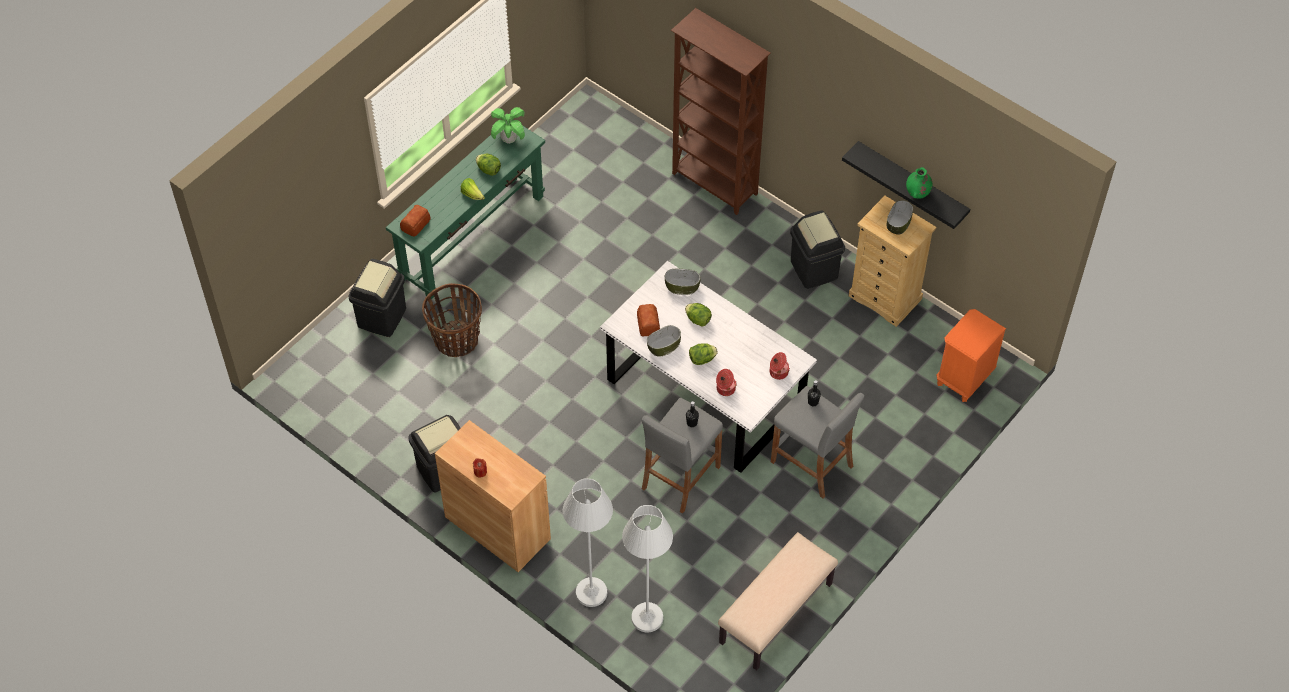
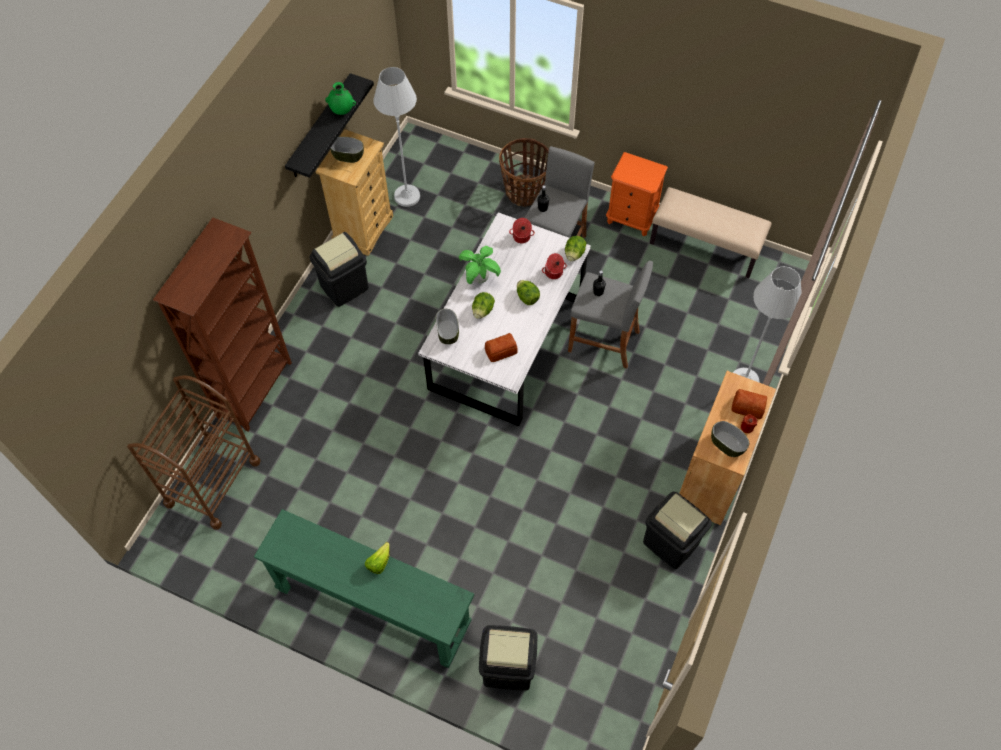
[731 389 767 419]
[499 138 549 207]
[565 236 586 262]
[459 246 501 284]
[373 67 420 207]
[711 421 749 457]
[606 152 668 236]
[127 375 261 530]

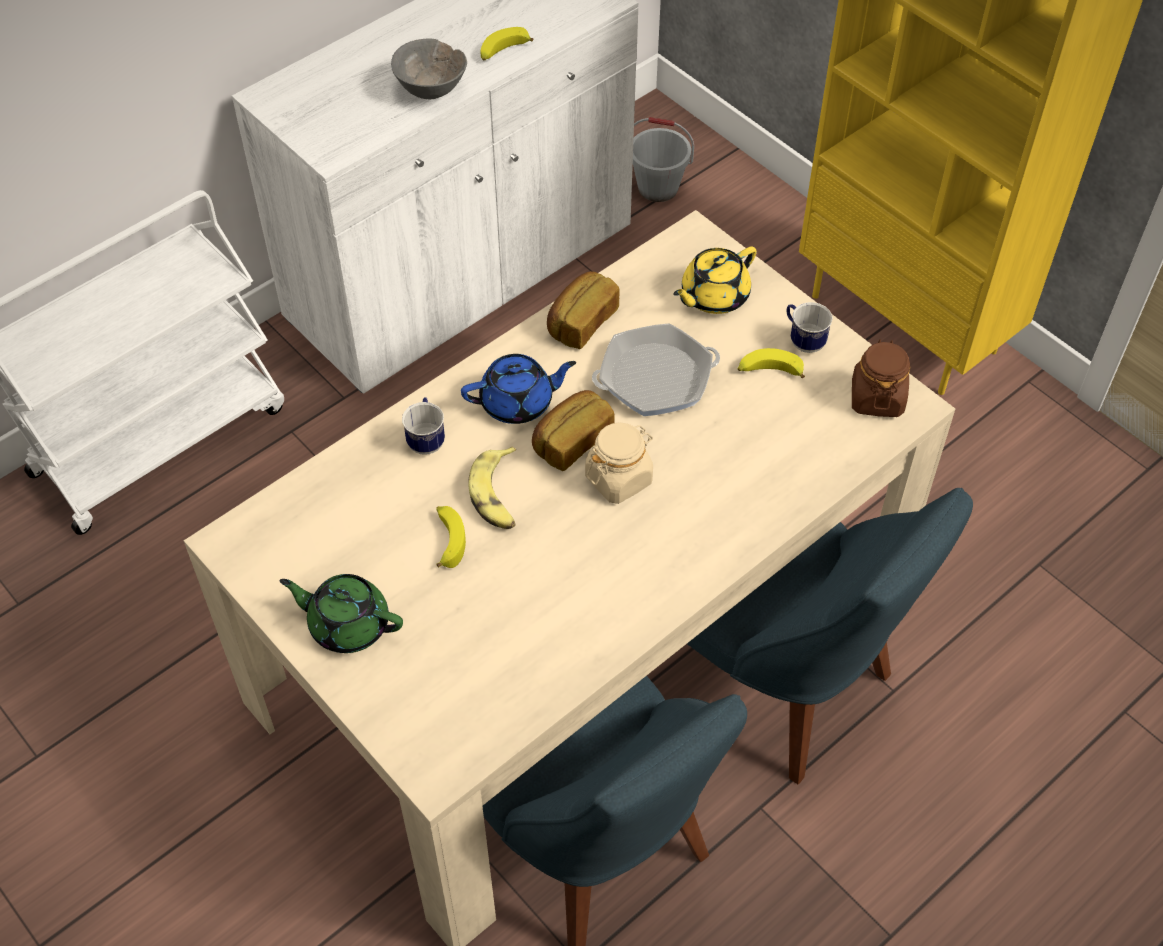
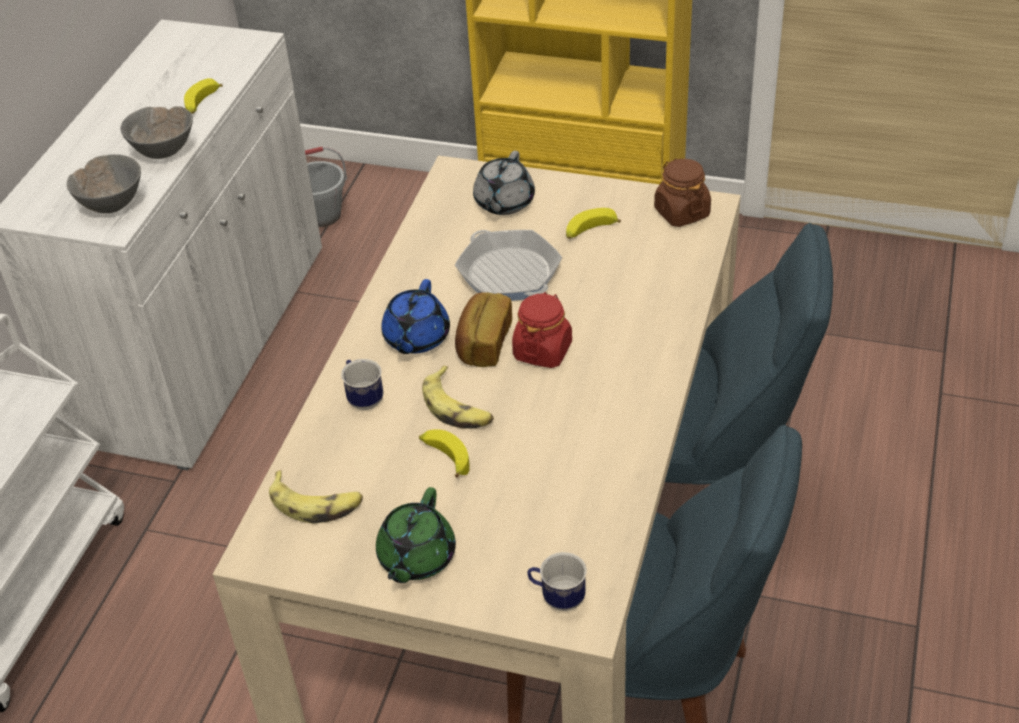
[376 487 456 583]
[381 279 450 354]
[547 271 620 349] (first image)
[512 292 572 368]
[455 230 562 301]
[473 151 535 215]
[527 552 587 611]
[67 154 141 213]
[269 470 363 524]

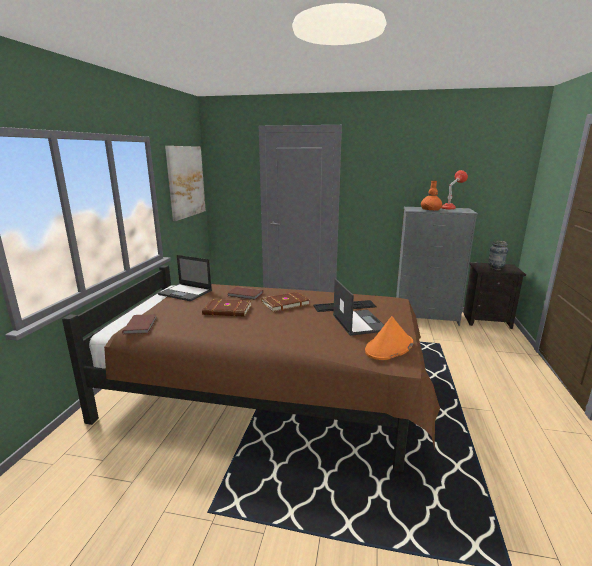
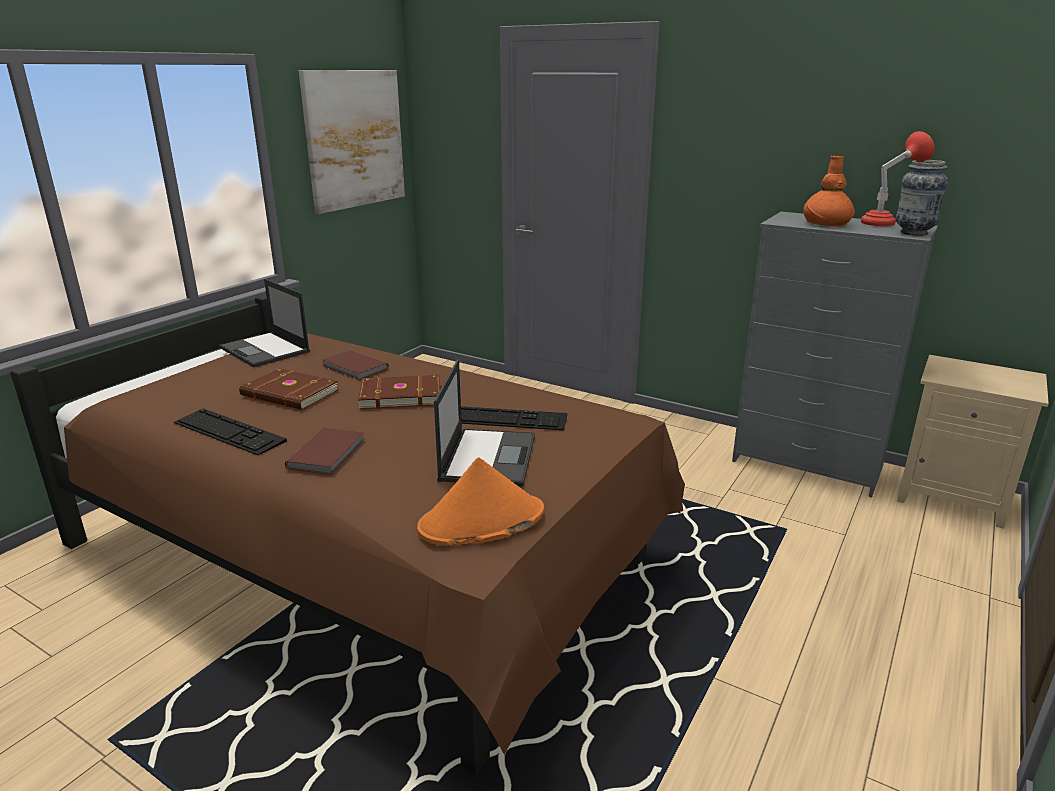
[285 428 365 475]
[897 355 1049 529]
[896 160 949 236]
[174 408 287 455]

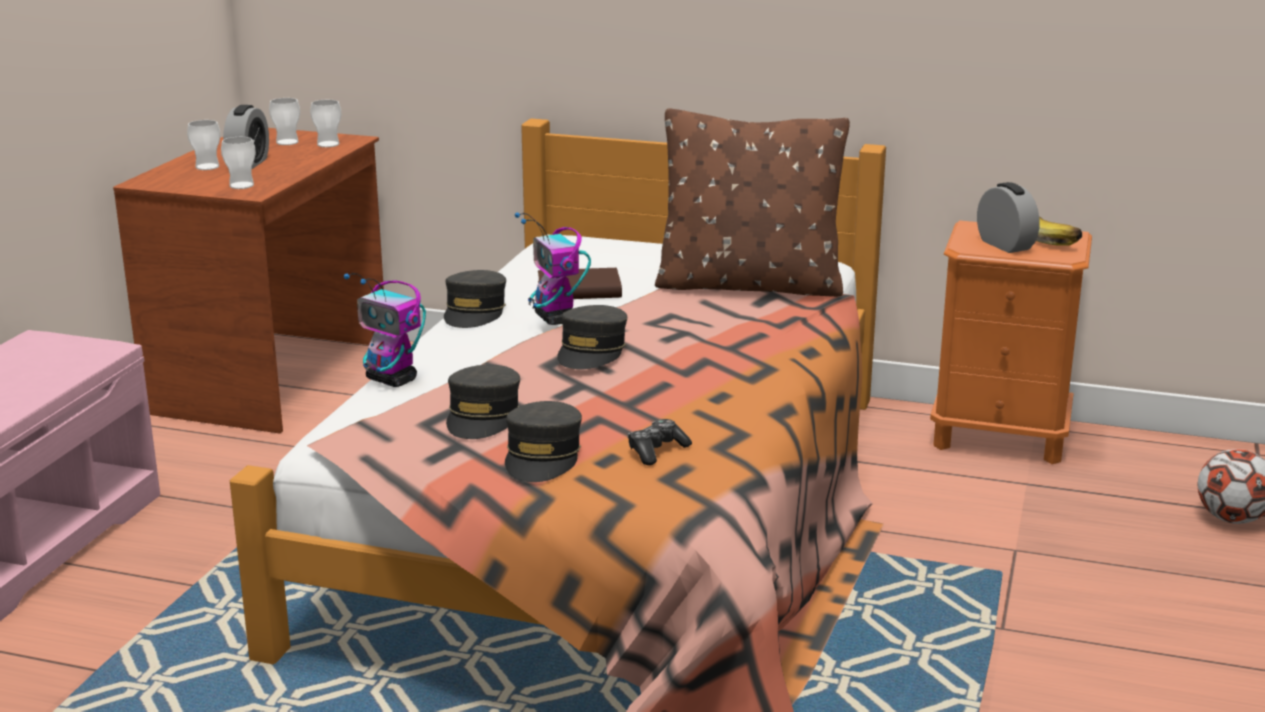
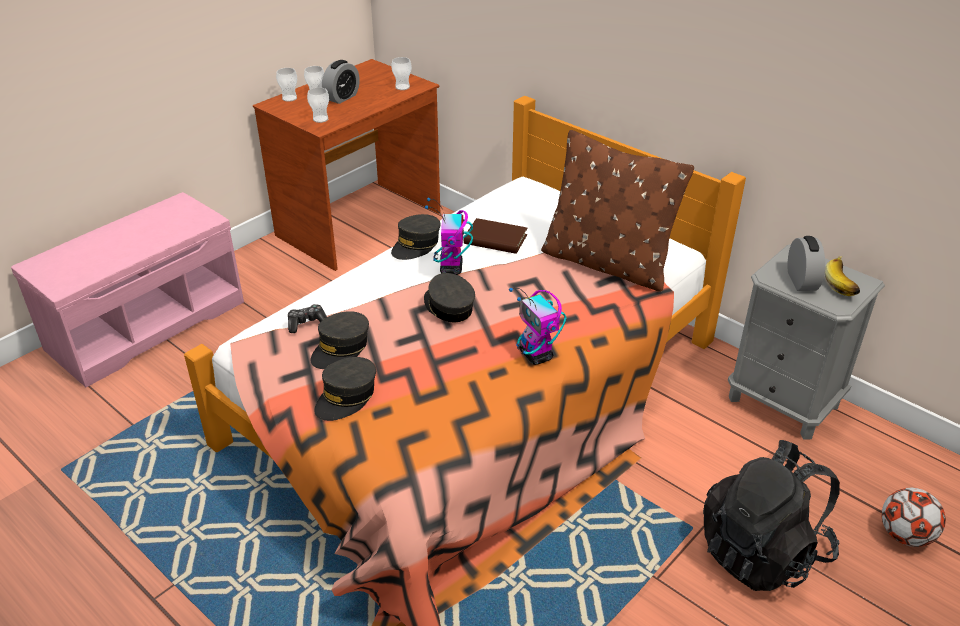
[276 68 297 102]
[509 288 567 365]
[424 273 475 322]
[288 304 327 333]
[728 244 885 440]
[703 440 840 591]

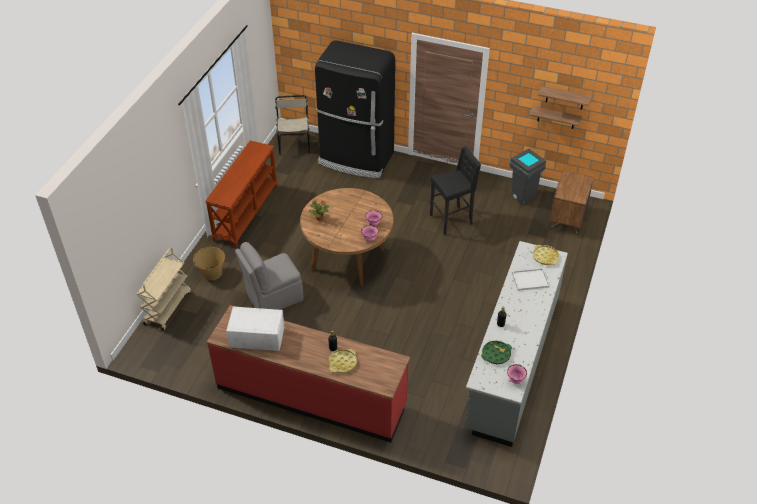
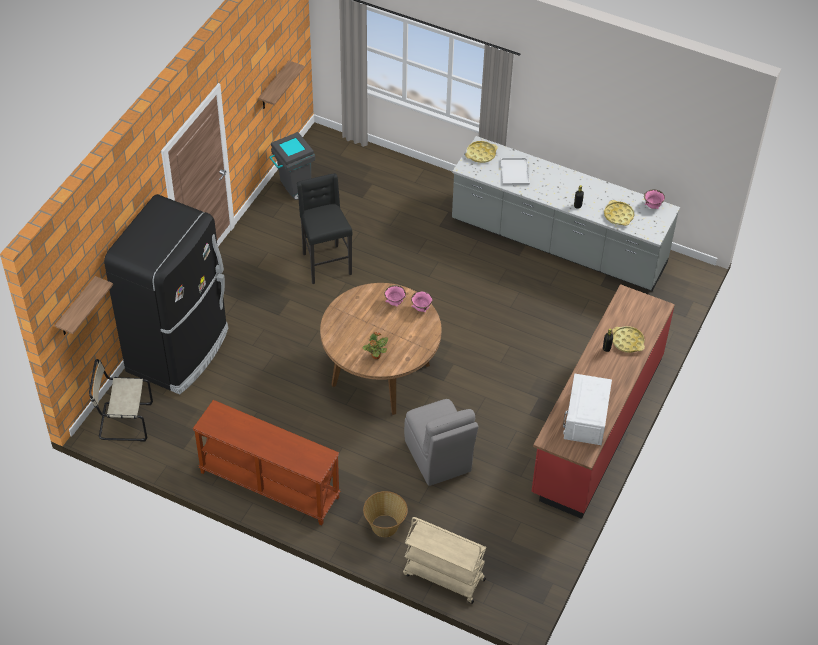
[604 200 634 226]
[55 276 113 335]
[549 170 594 236] (first image)

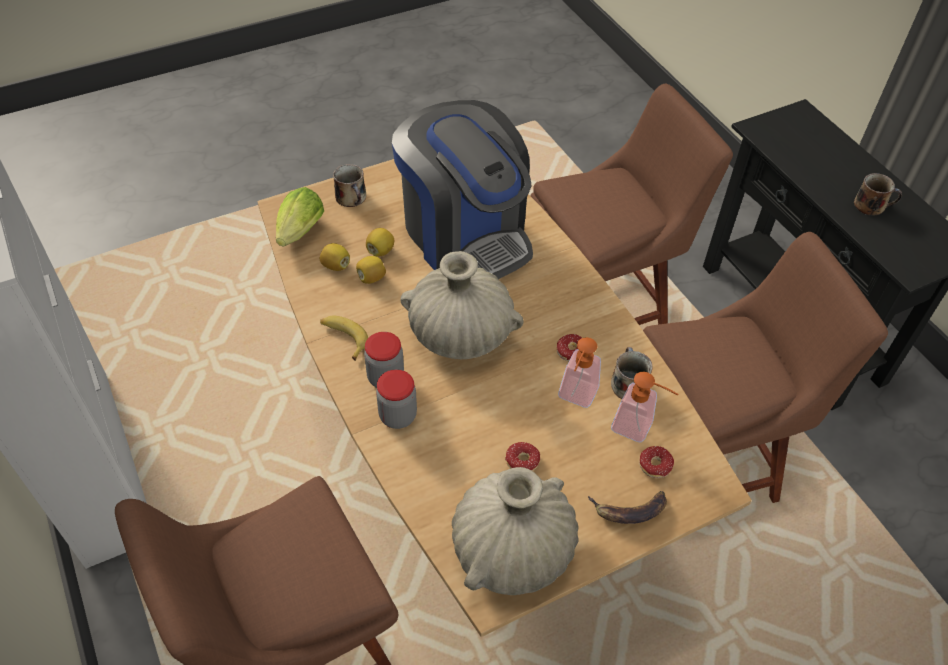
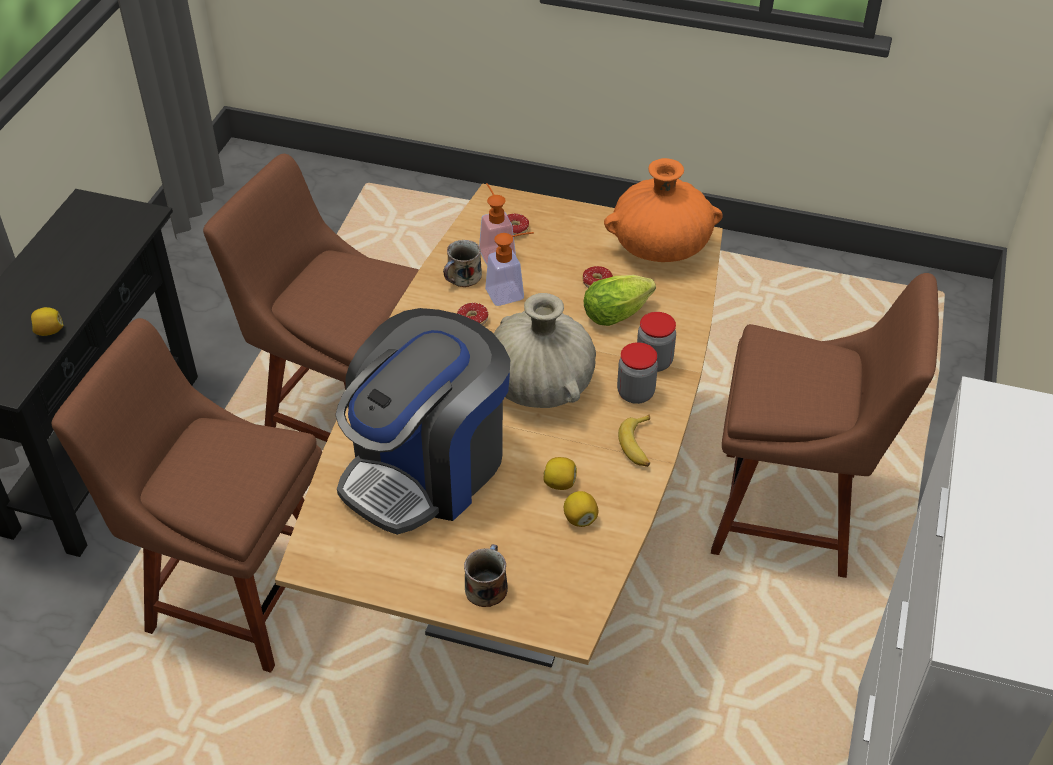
[584 275 656 326]
[31 307 63 336]
[335 308 510 535]
[604 158 723 262]
[588 491 667 524] (first image)
[854 173 902 216] (first image)

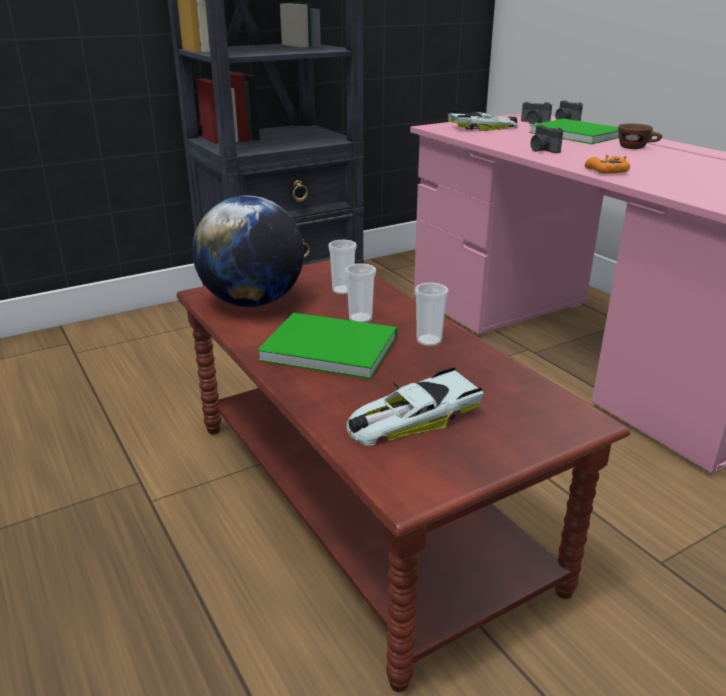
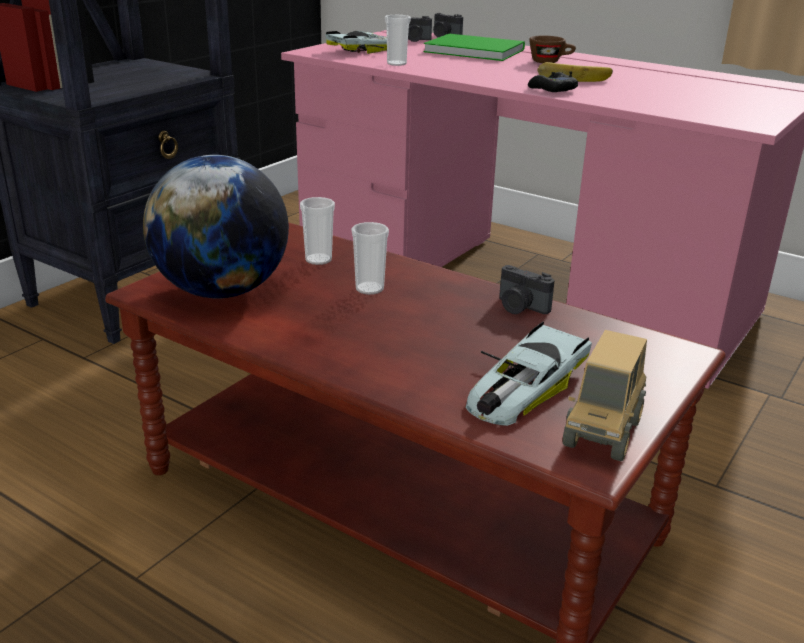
[257 313 397 379] (first image)
[385 15 411 66]
[499 265 555 314]
[528 72 578 92]
[538 62 613 82]
[562 330 647 461]

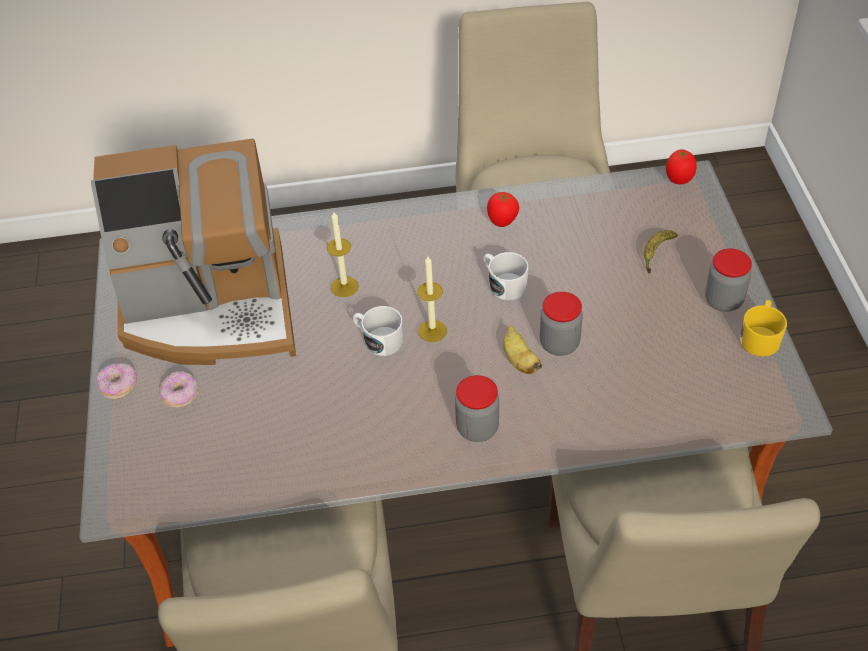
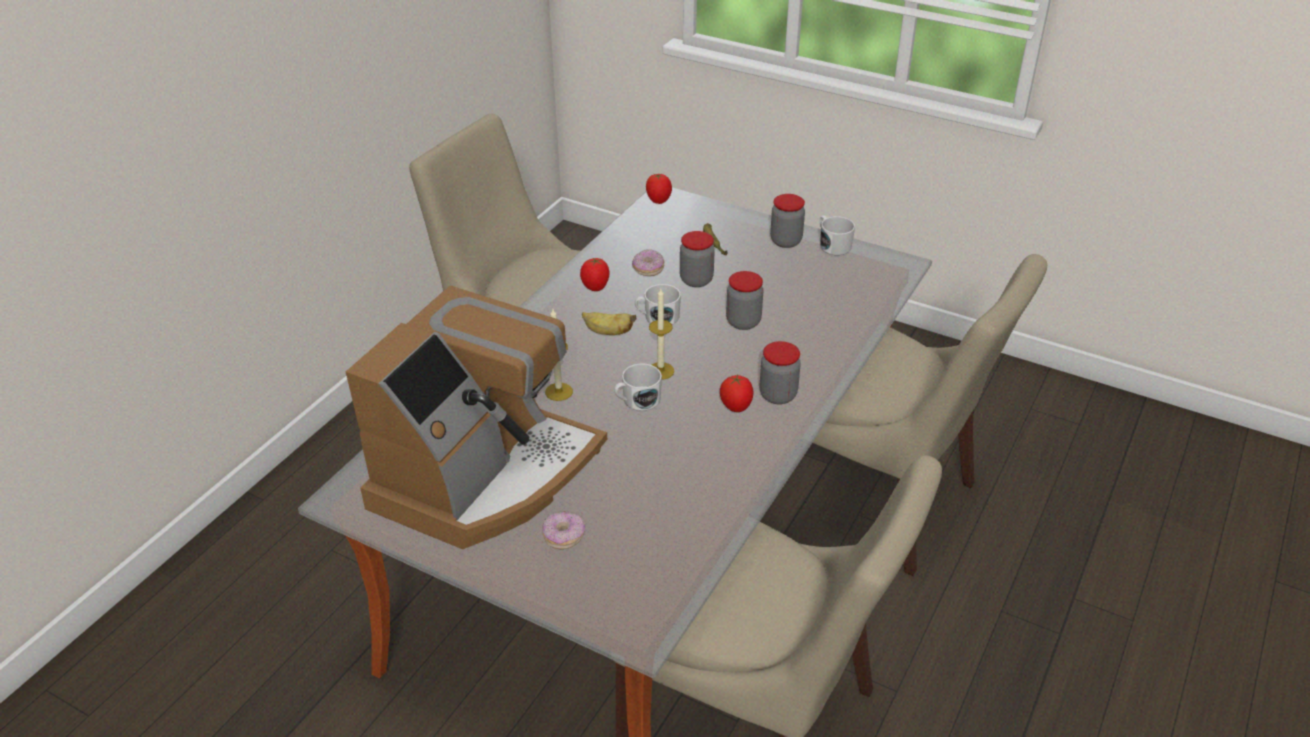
[632 249 664 276]
[582 312 636 335]
[819 215 855 255]
[680 231 715 287]
[720 375 753 412]

